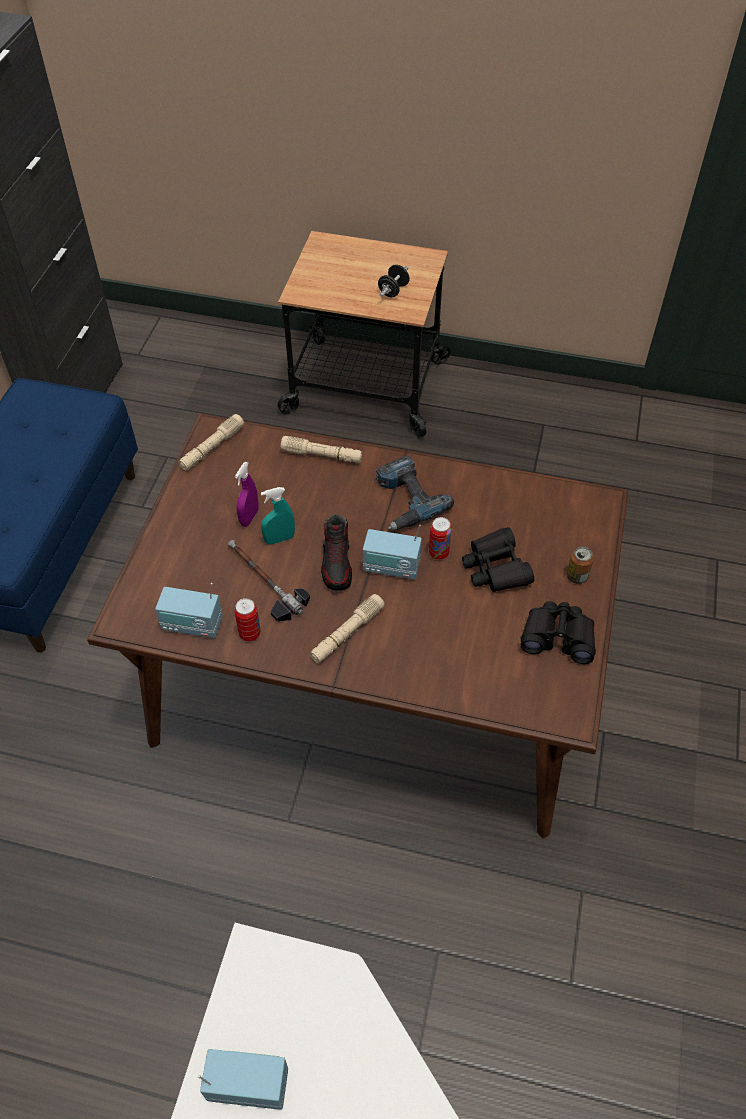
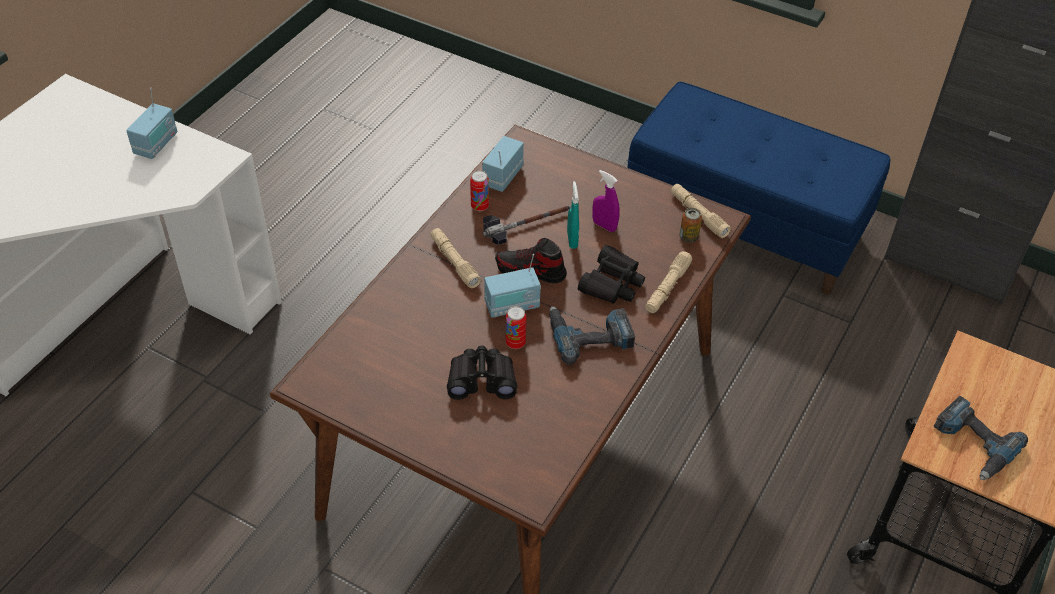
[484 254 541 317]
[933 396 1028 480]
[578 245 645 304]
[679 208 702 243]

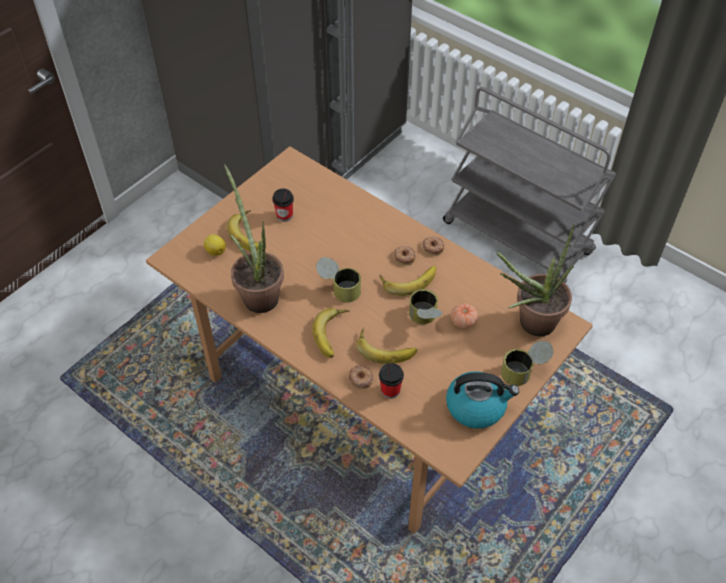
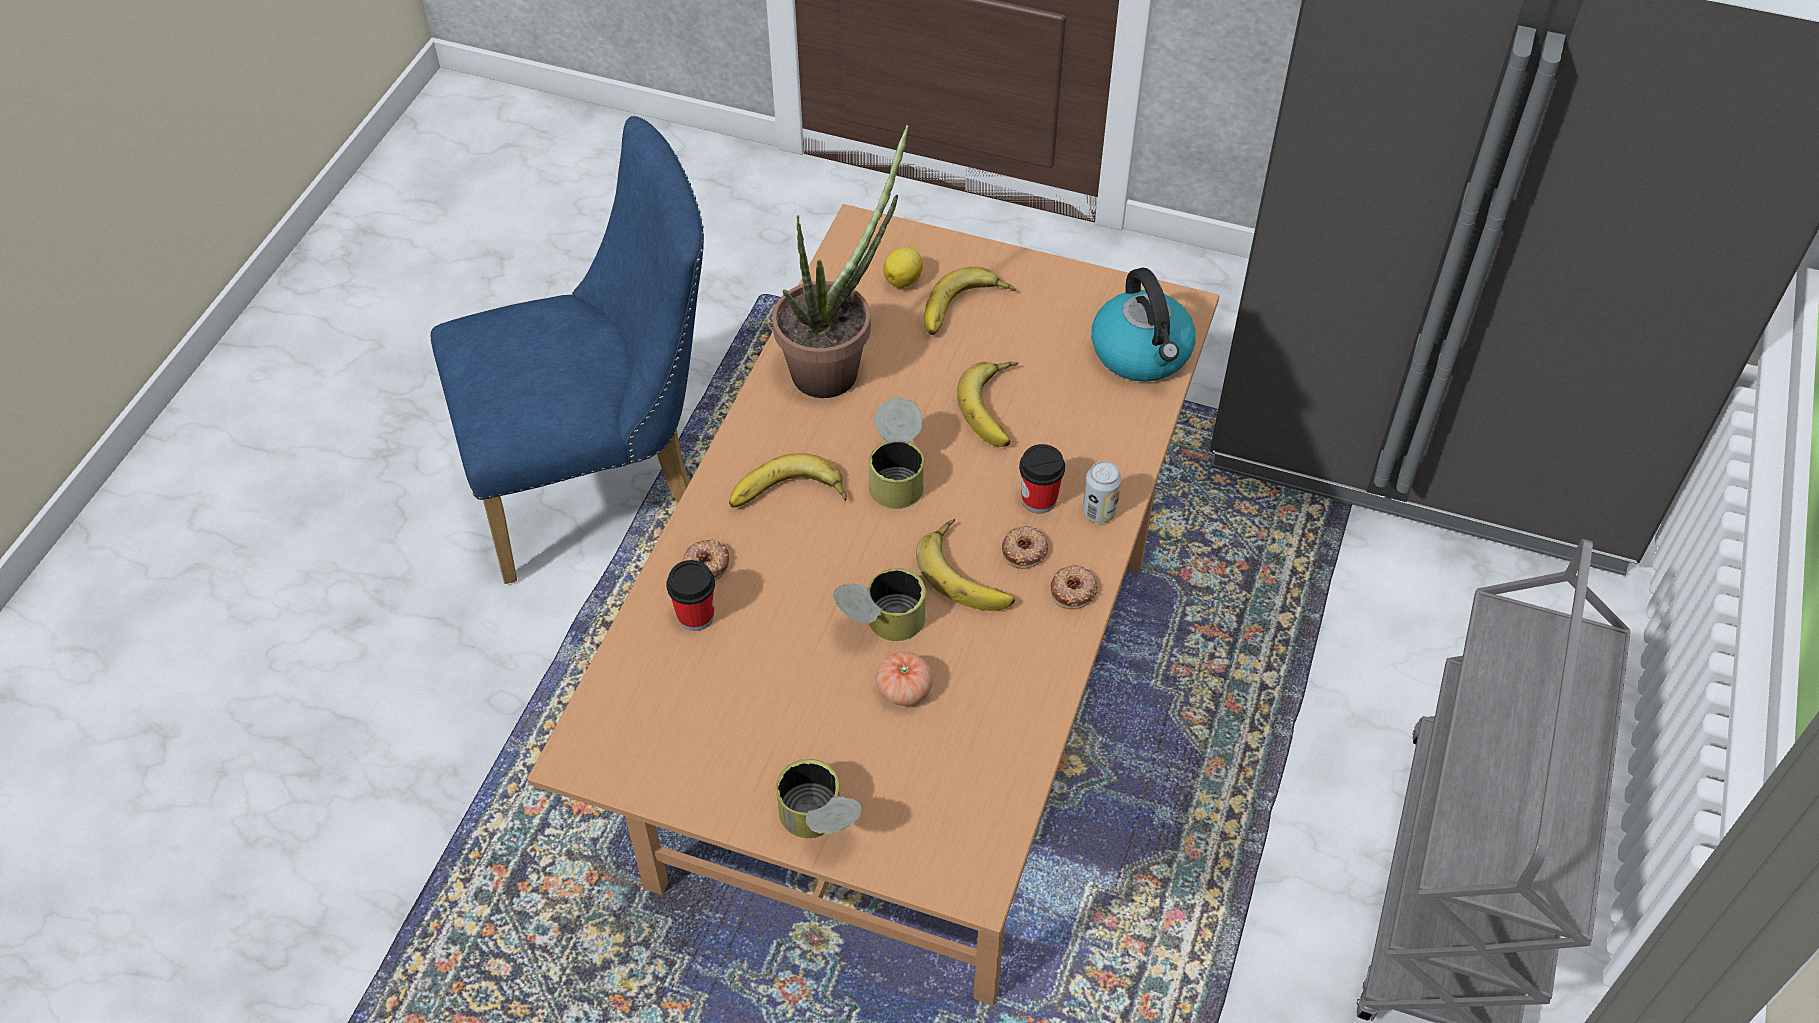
[1019 444 1065 514]
[957 362 1018 447]
[1091 268 1196 382]
[496 224 574 336] (first image)
[431 116 704 584]
[1083 461 1121 523]

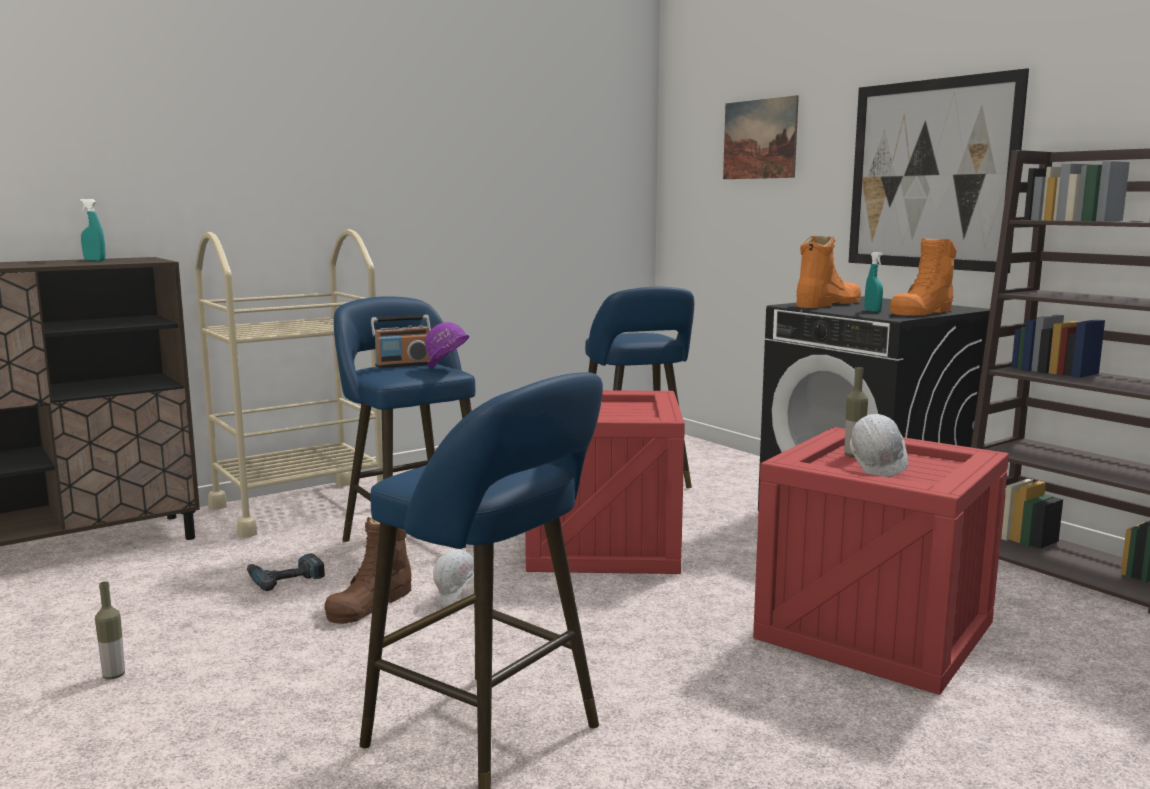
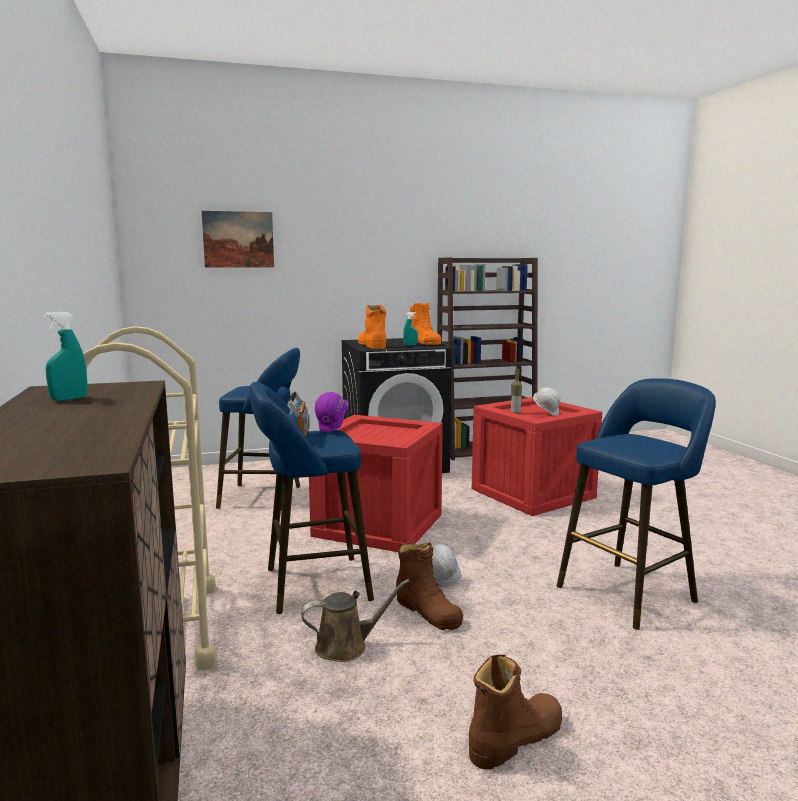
[469 655 562 770]
[301 579 410 662]
[849 68 1029 273] (first image)

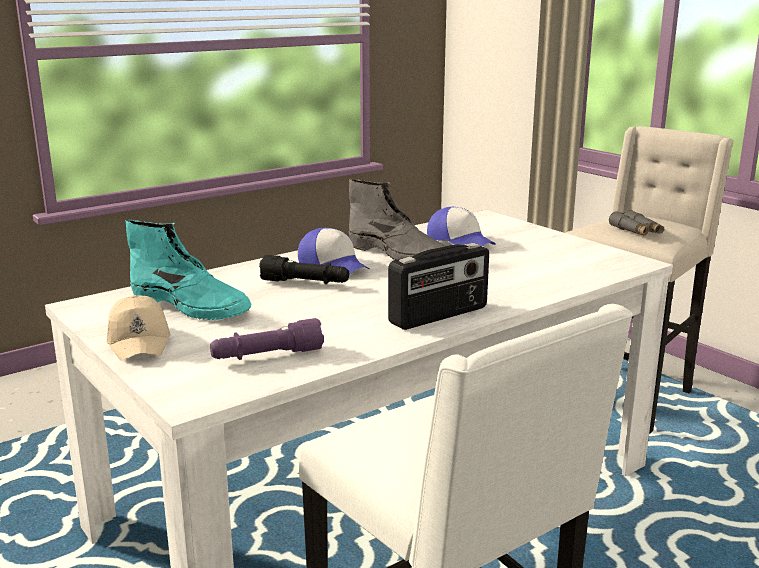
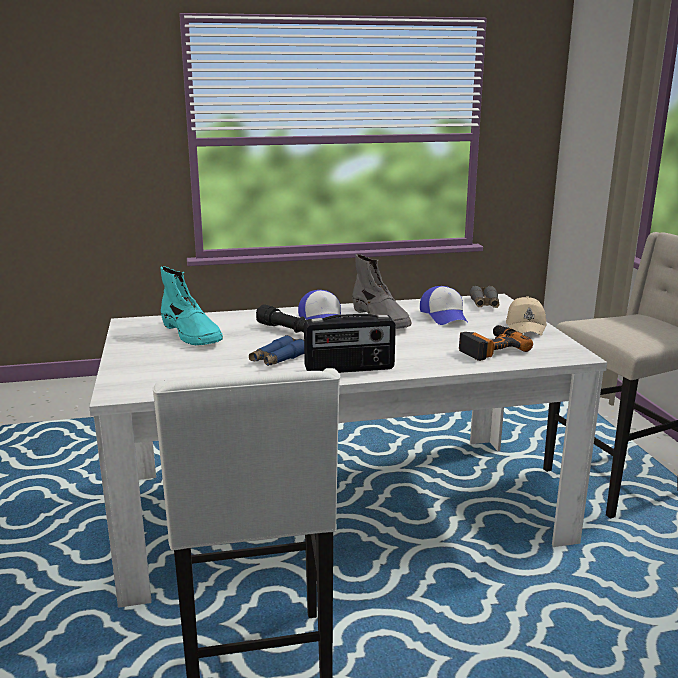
[506 296 547 336]
[210 318 324 360] (first image)
[469 286 499 308]
[249 335 304 366]
[459 325 533 361]

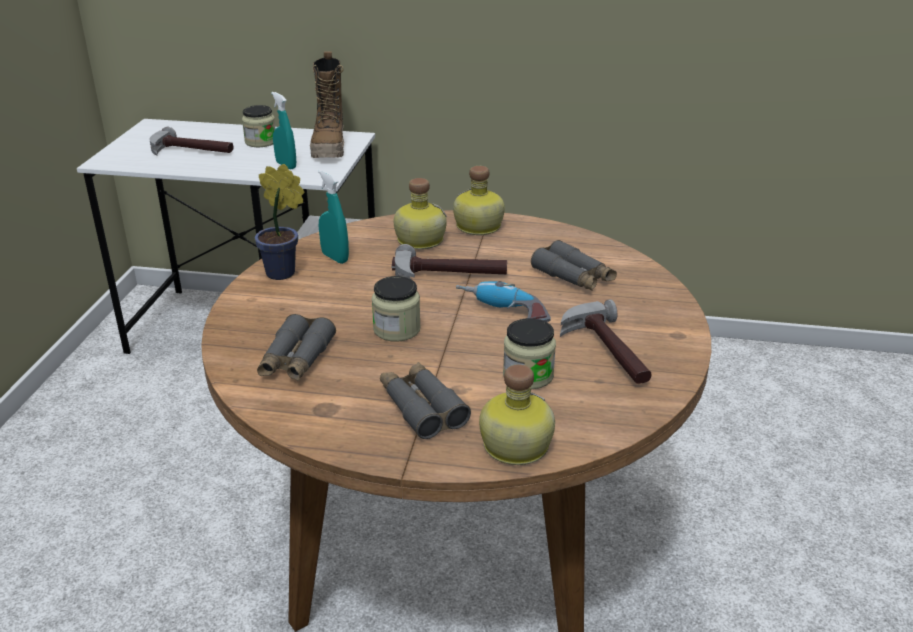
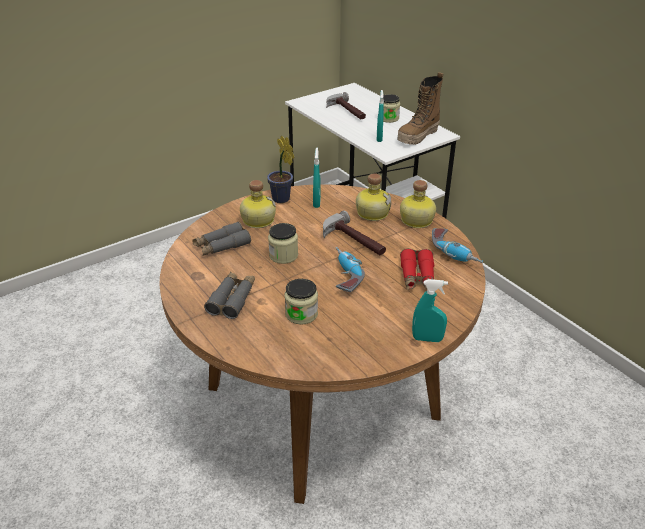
[240 180 276 228]
[400 248 434 290]
[560 299 651 384] (first image)
[412 279 448 342]
[432 228 483 263]

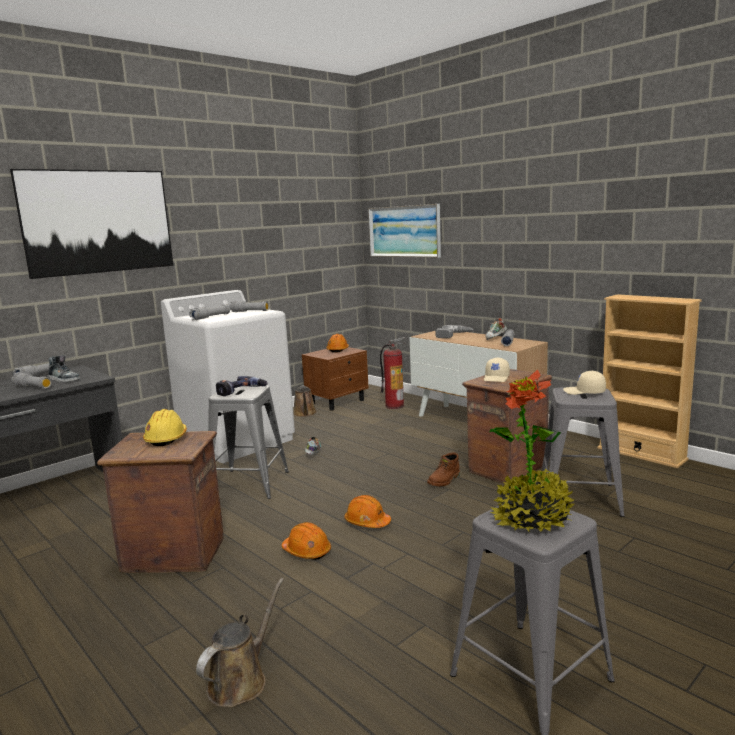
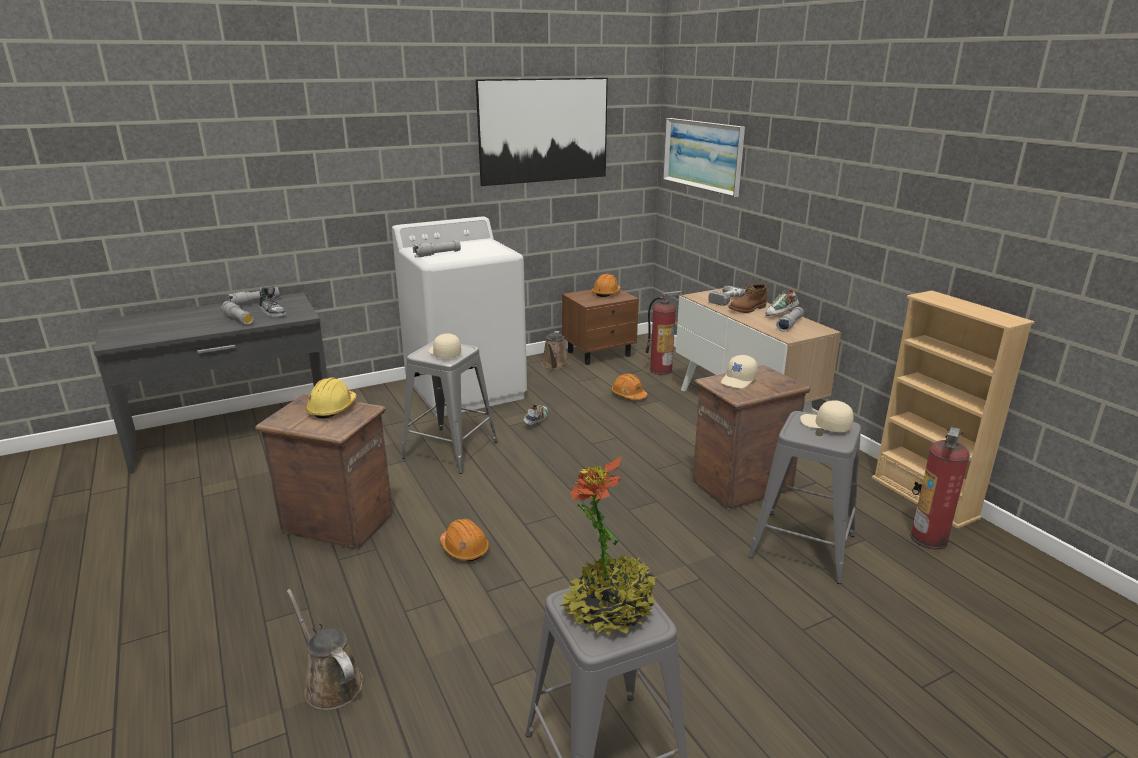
[476 78 608 186]
[287 589 363 710]
[428 333 461 358]
[229 301 269 312] (first image)
[611 373 648 400]
[728 283 767 313]
[910 427 970 550]

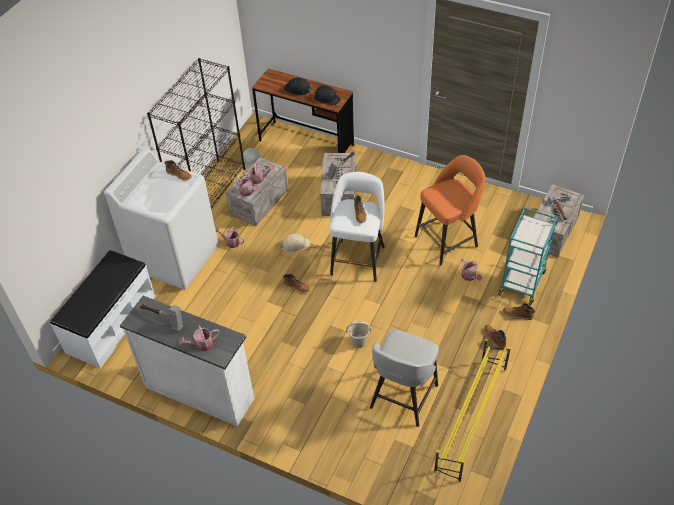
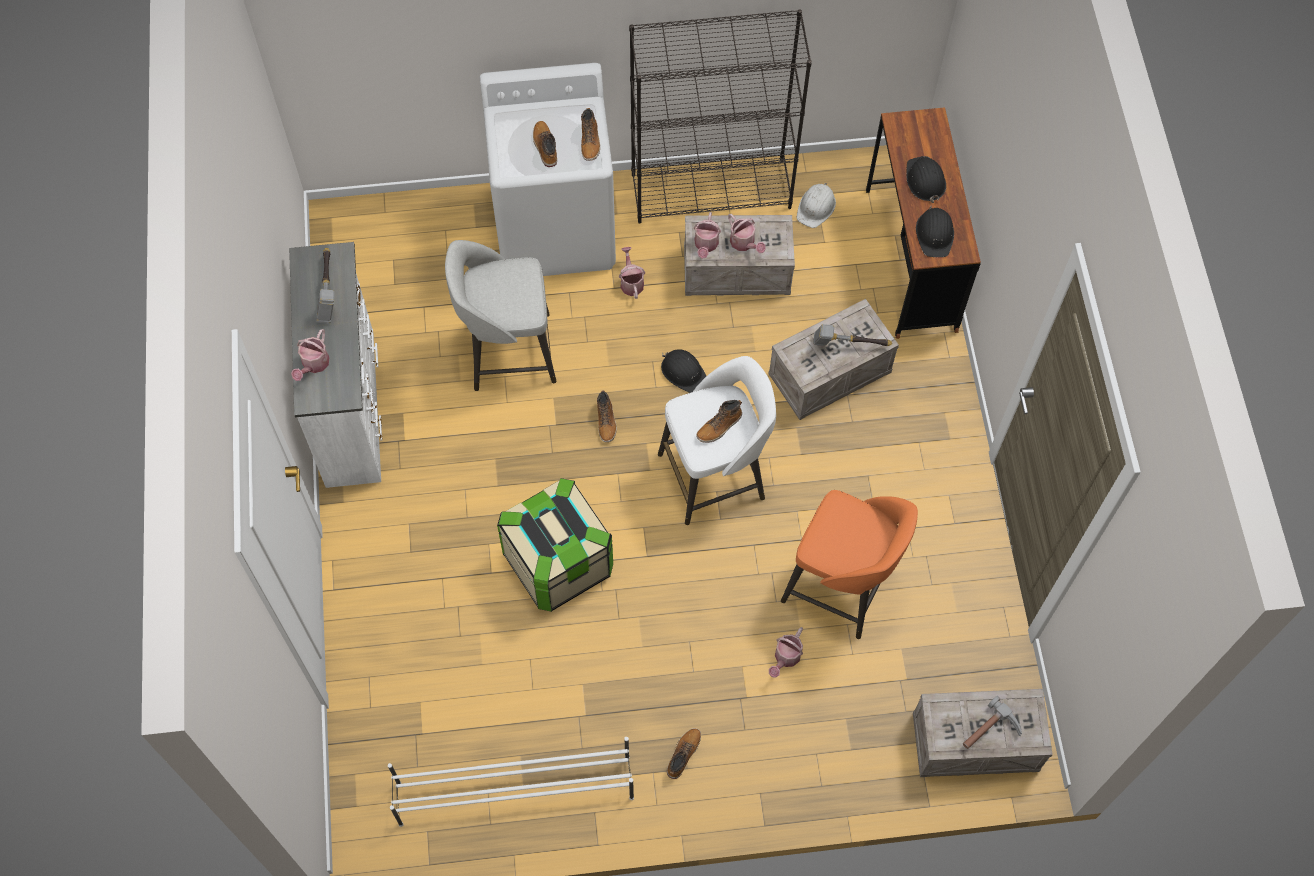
[50 250 155 368] (first image)
[291 329 329 381]
[661 349 706 393]
[497 478 613 612]
[445 240 557 391]
[388 737 634 827]
[498 208 557 306] (first image)
[533 121 557 167]

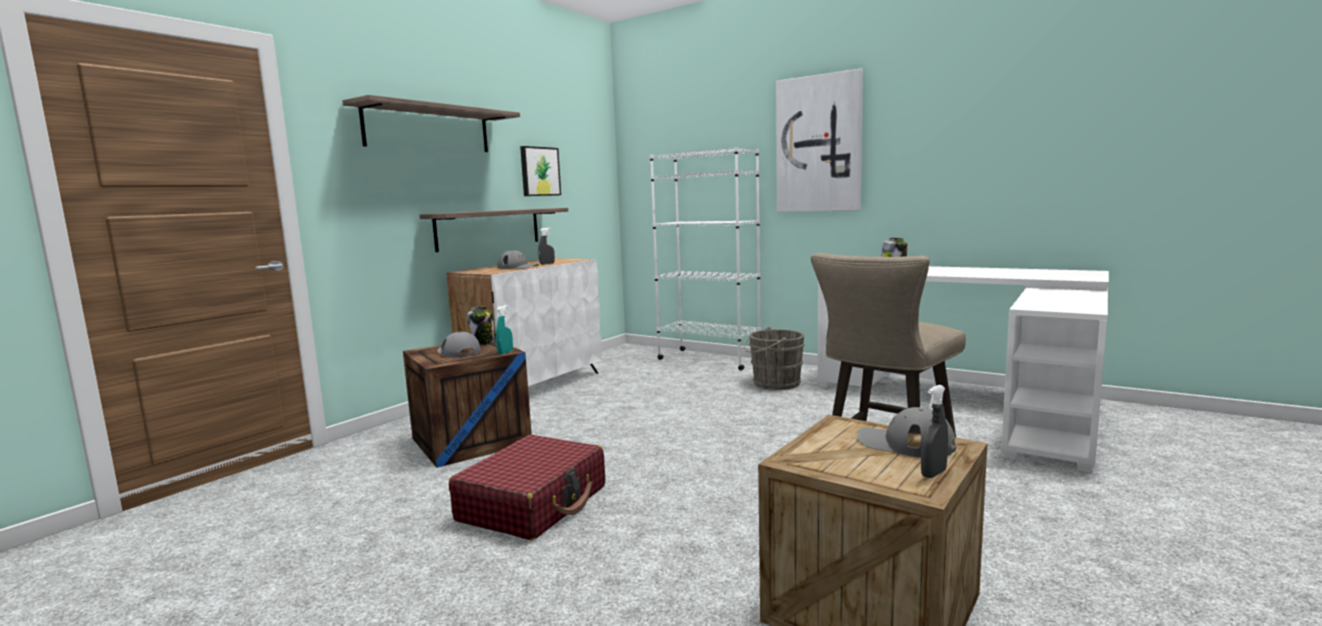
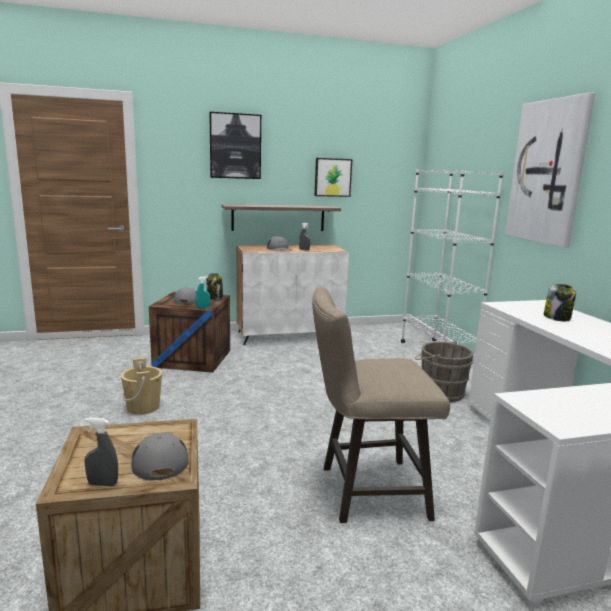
[209 112 261 179]
[121 358 162 415]

